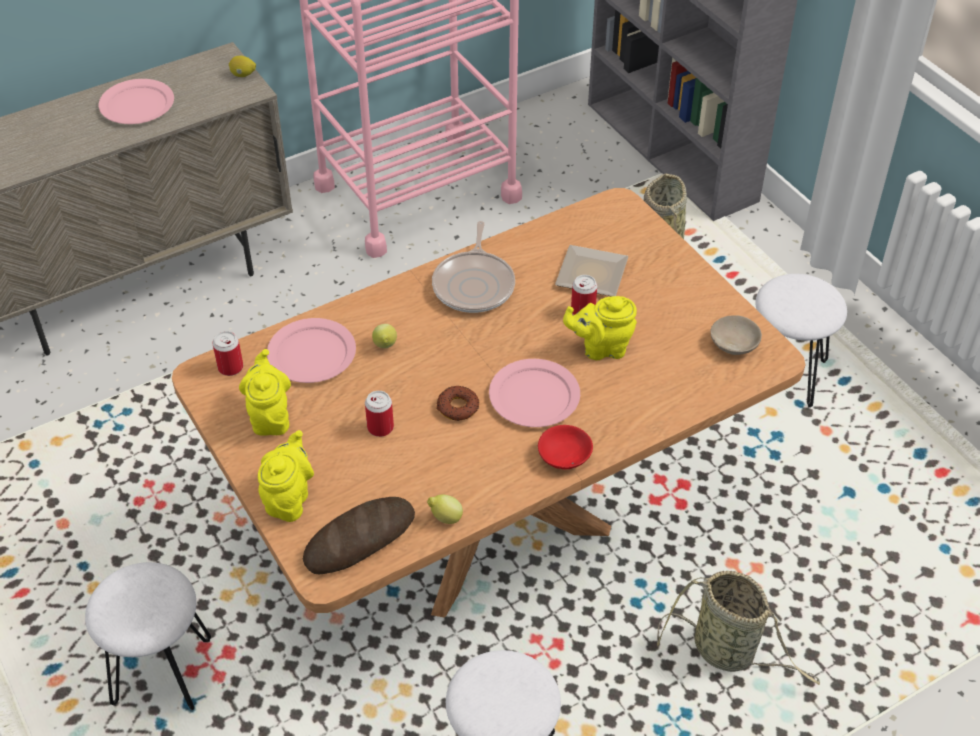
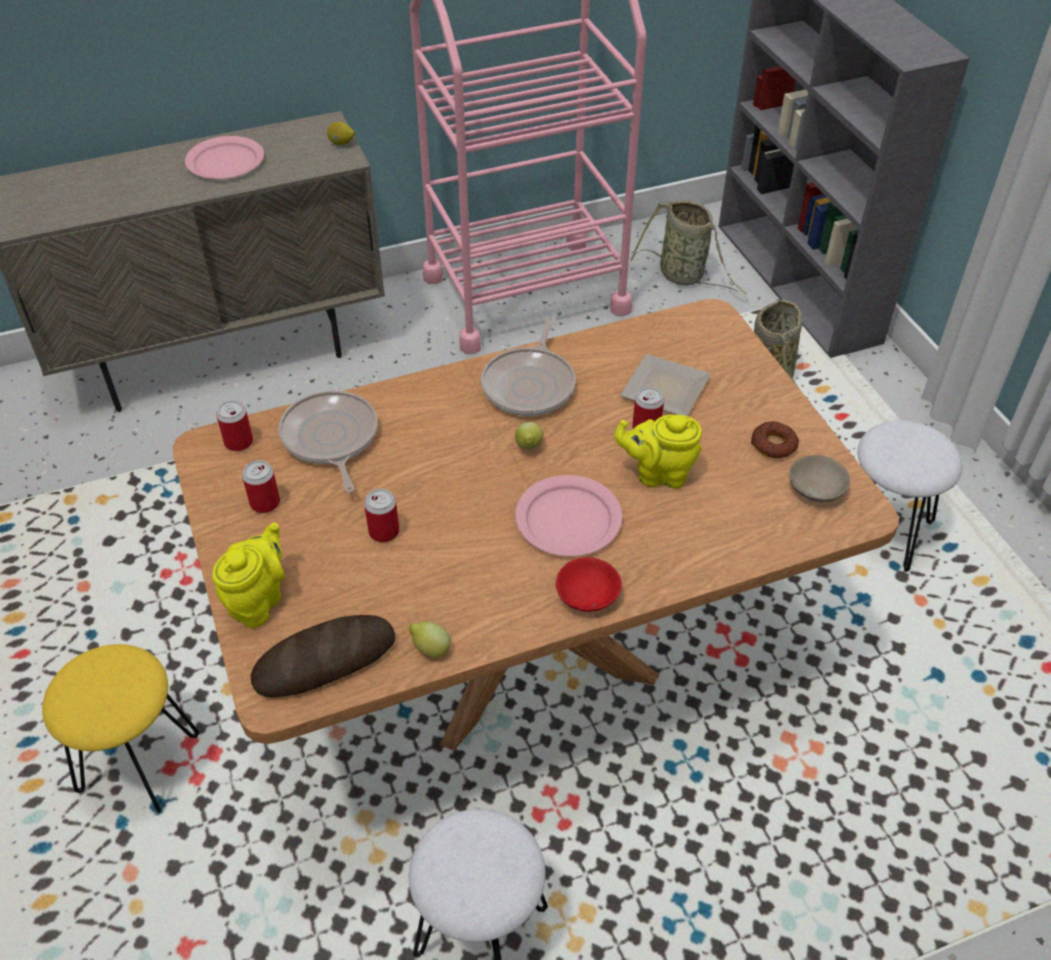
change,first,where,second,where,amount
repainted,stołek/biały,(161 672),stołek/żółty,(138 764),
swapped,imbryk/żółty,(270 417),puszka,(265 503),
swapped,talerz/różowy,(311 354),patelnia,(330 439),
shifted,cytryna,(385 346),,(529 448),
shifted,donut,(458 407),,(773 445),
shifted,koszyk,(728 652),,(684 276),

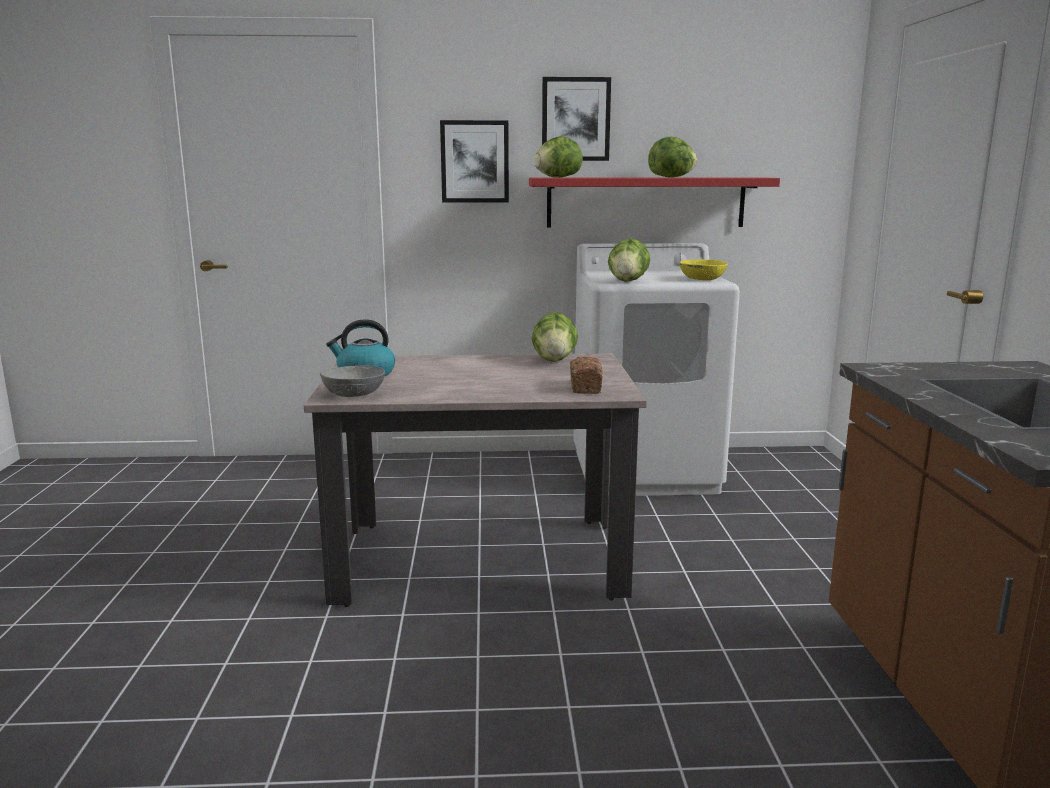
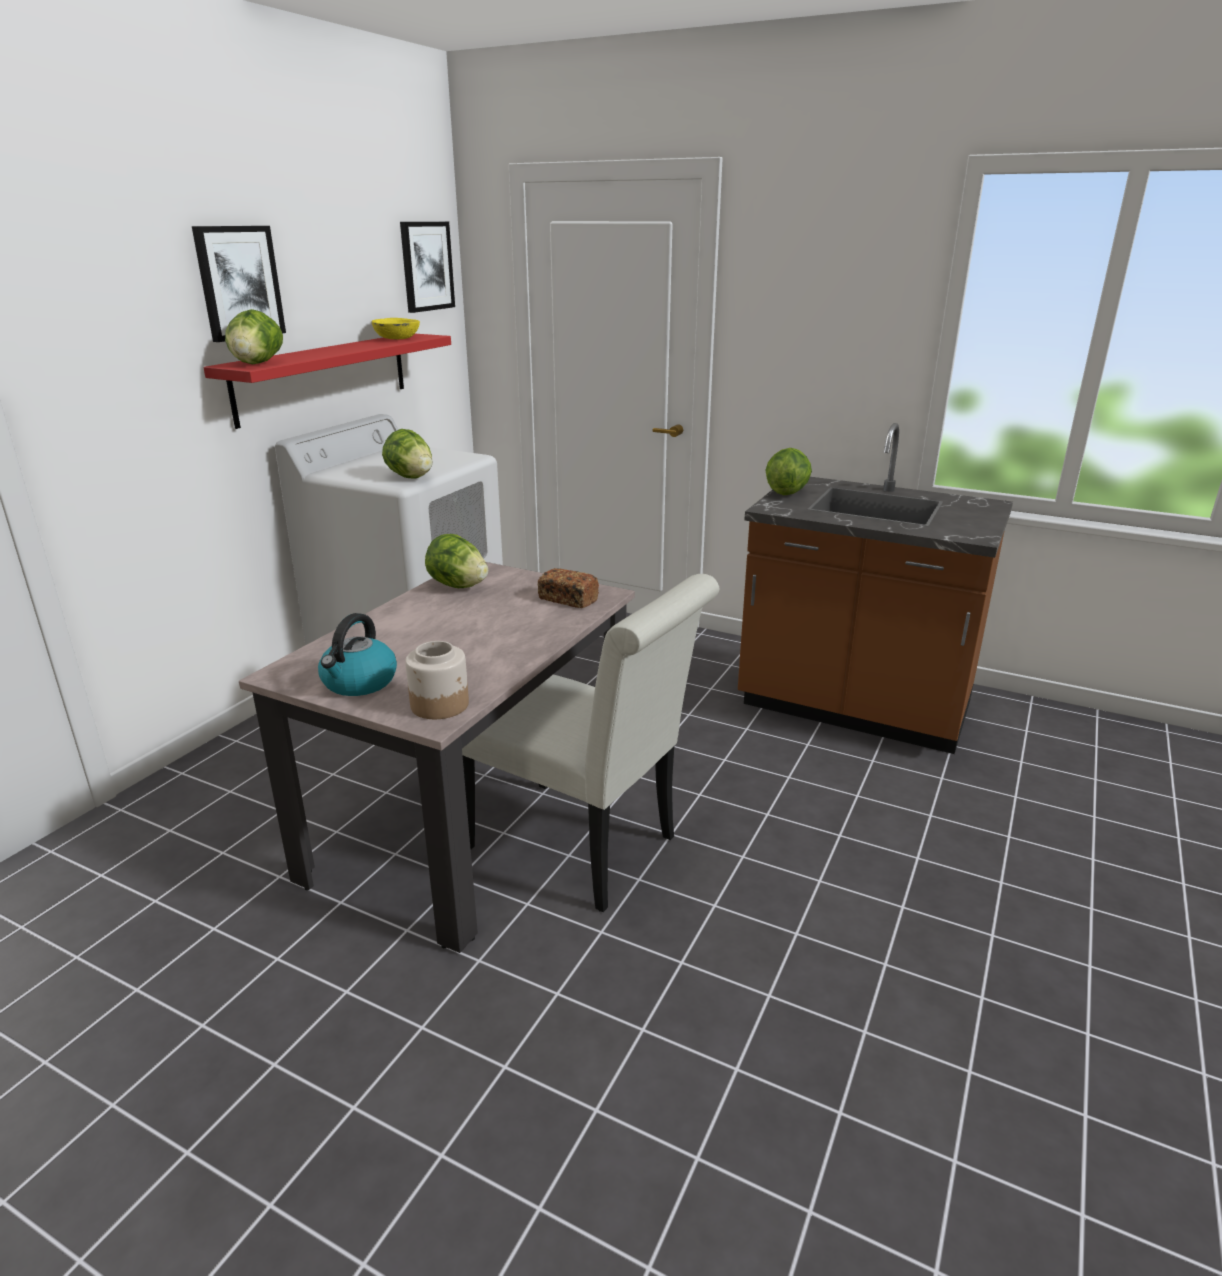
change,first,where,second,where,amount
swapped,miska/szary,(354 394),słoik,(440 705),
shifted,obraz,(474 161),,(426 266),
shifted,sałata,(672 177),,(786 493),
shifted,miska/żółty,(701 279),,(396 339),
new,,,krzesło/biały,(582 848),

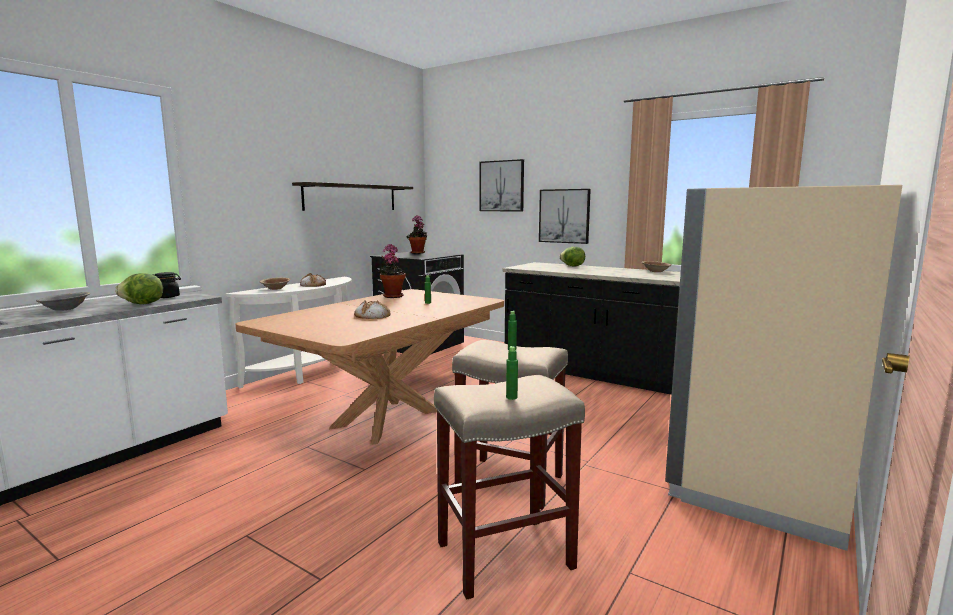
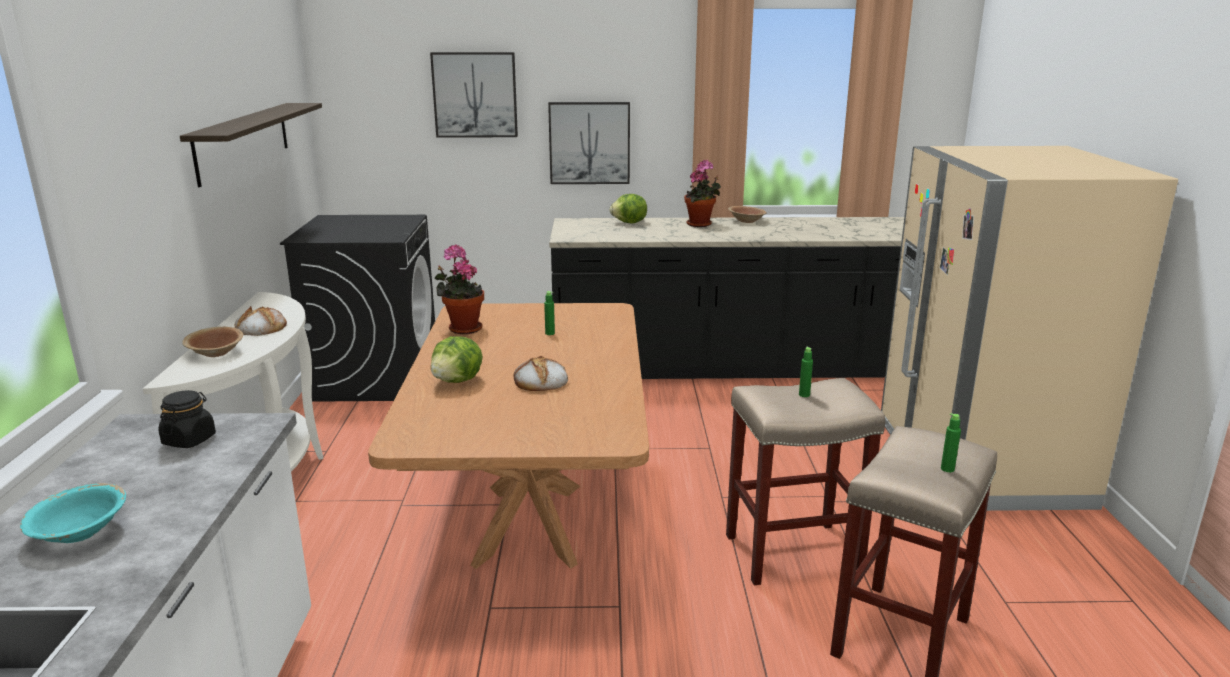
change,first,where,second,where,amount
repainted,miska/szary,(65 309),miska/turkusowy,(80 532),
shifted,sałata,(143 304),,(458 381),
shifted,roślina doniczkowa,(418 253),,(701 225),

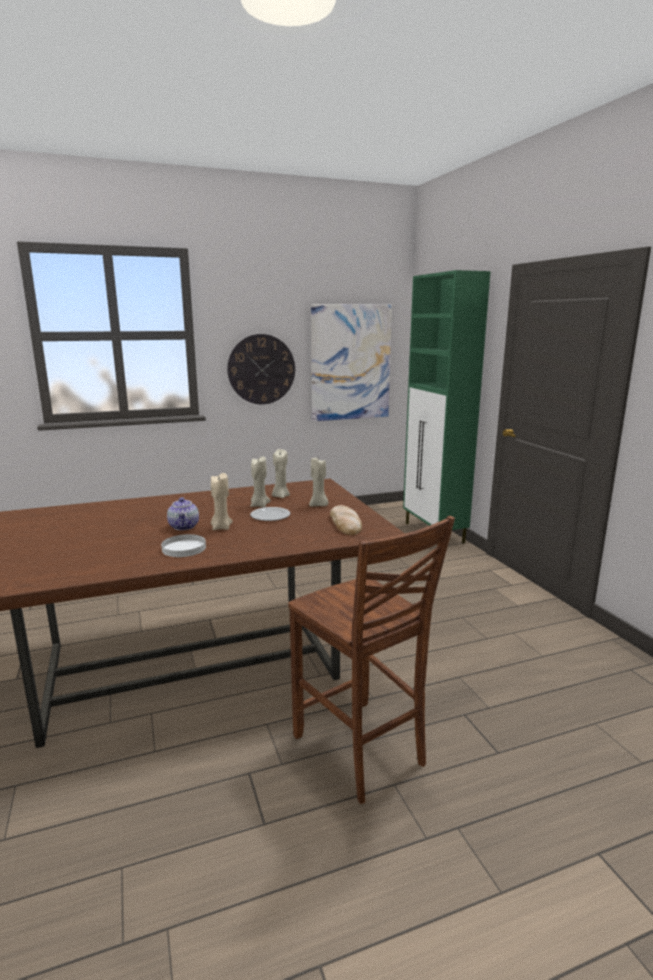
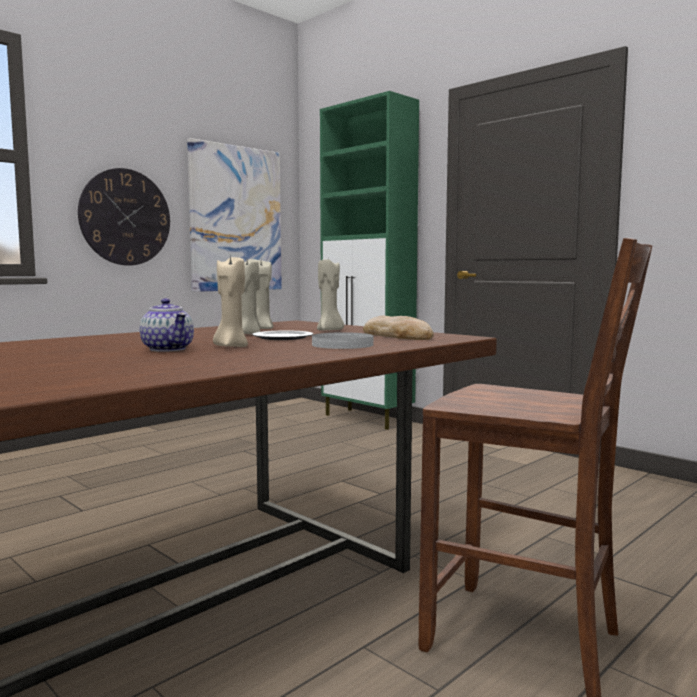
change,first,where,second,where,amount
shifted,talerz/biały,(184 548),,(343 345),

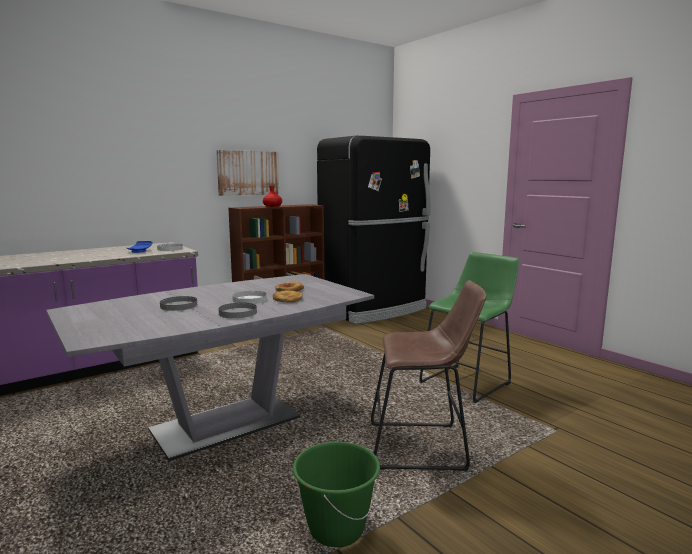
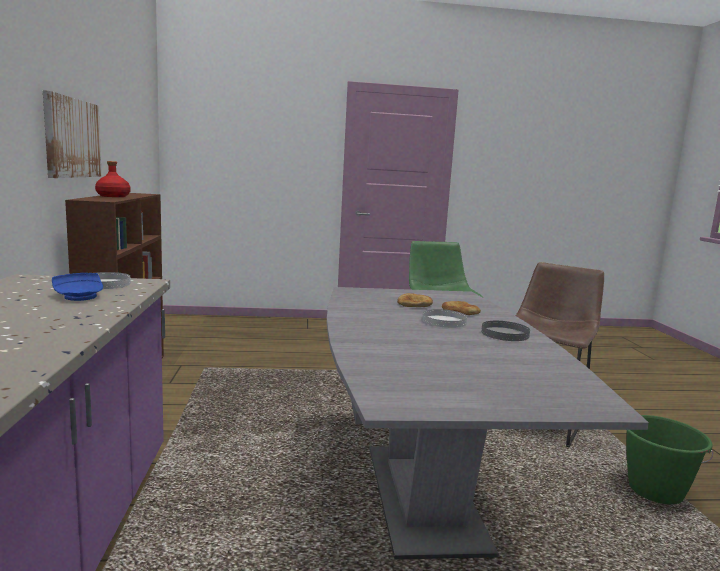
change,first,where,second,where,amount
gone,talerz/szary,(179 305),,,
gone,lodówka/czarny,(374 309),,,

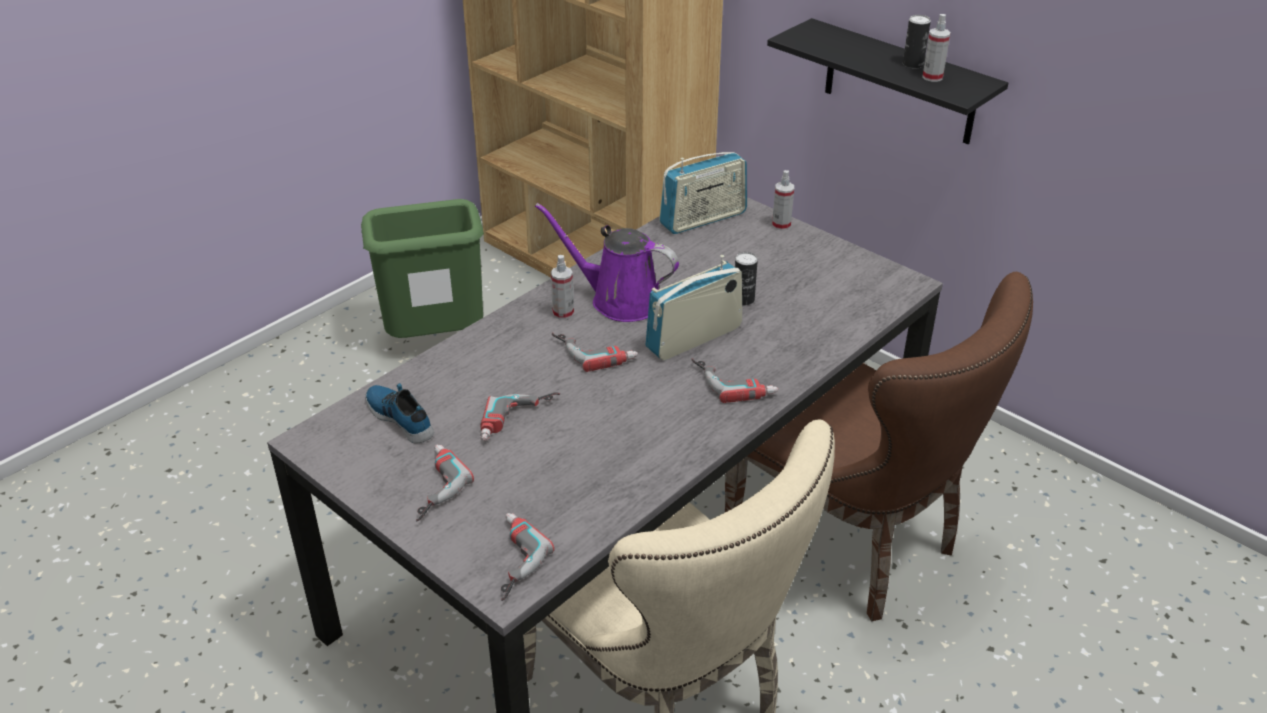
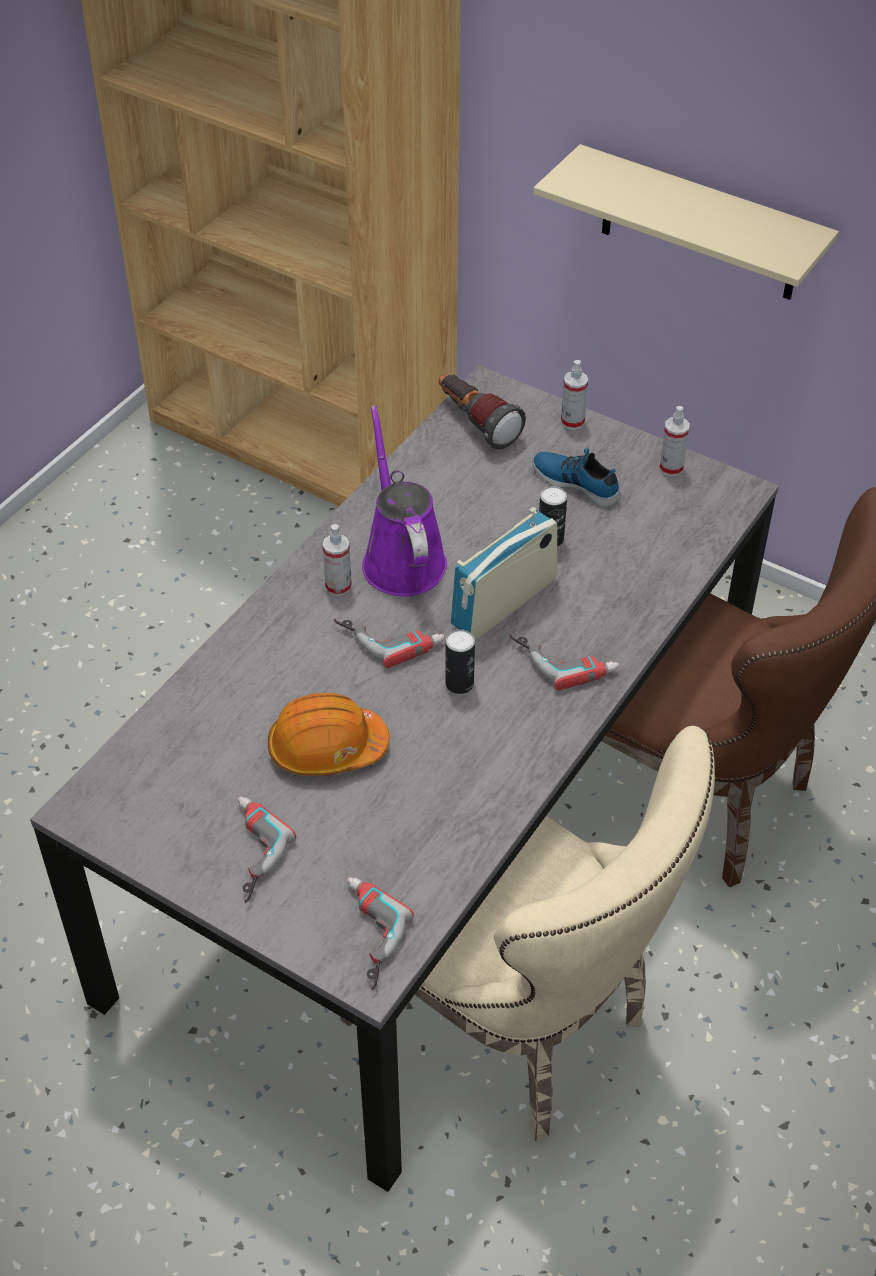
change,first,where,second,where,amount
gone,kosz na śmieci/zielony,(436 341),,,
shifted,but,(401 417),,(577 482),
swapped,wiertarka,(520 421),kask/pomarańczowy,(327 748),
rotated,konewka/fioletowy,(619 300),,(401 558),60 degrees clockwise
swapped,radio,(703 219),latarka,(475 423),
repainted,półka/czarny,(900 83),półka/beżowy,(700 225),
shifted,puszka,(913 64),,(459 683),
shifted,spryskiwacz,(932 77),,(671 468),

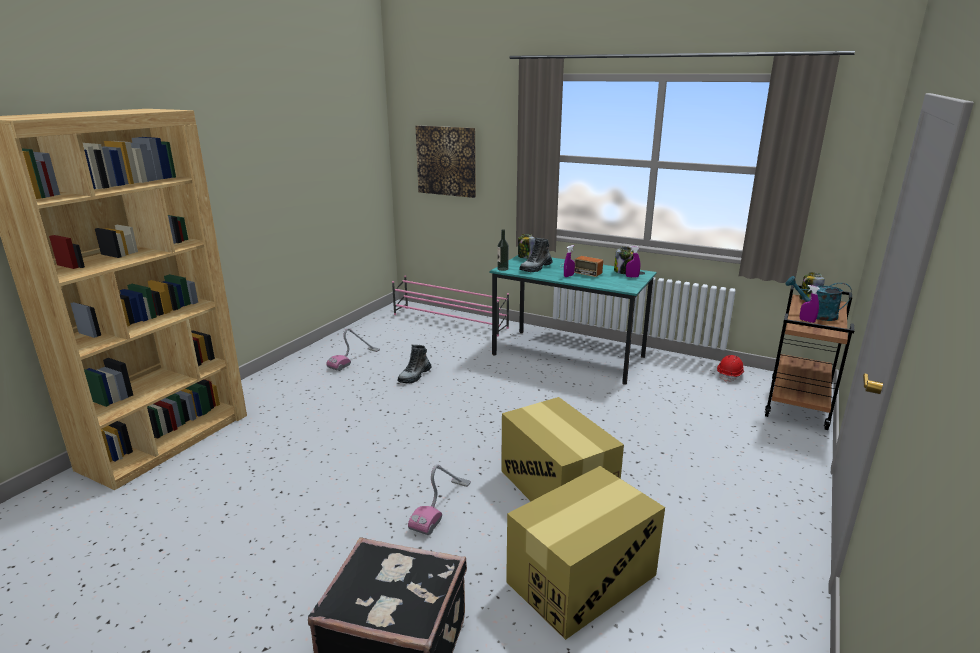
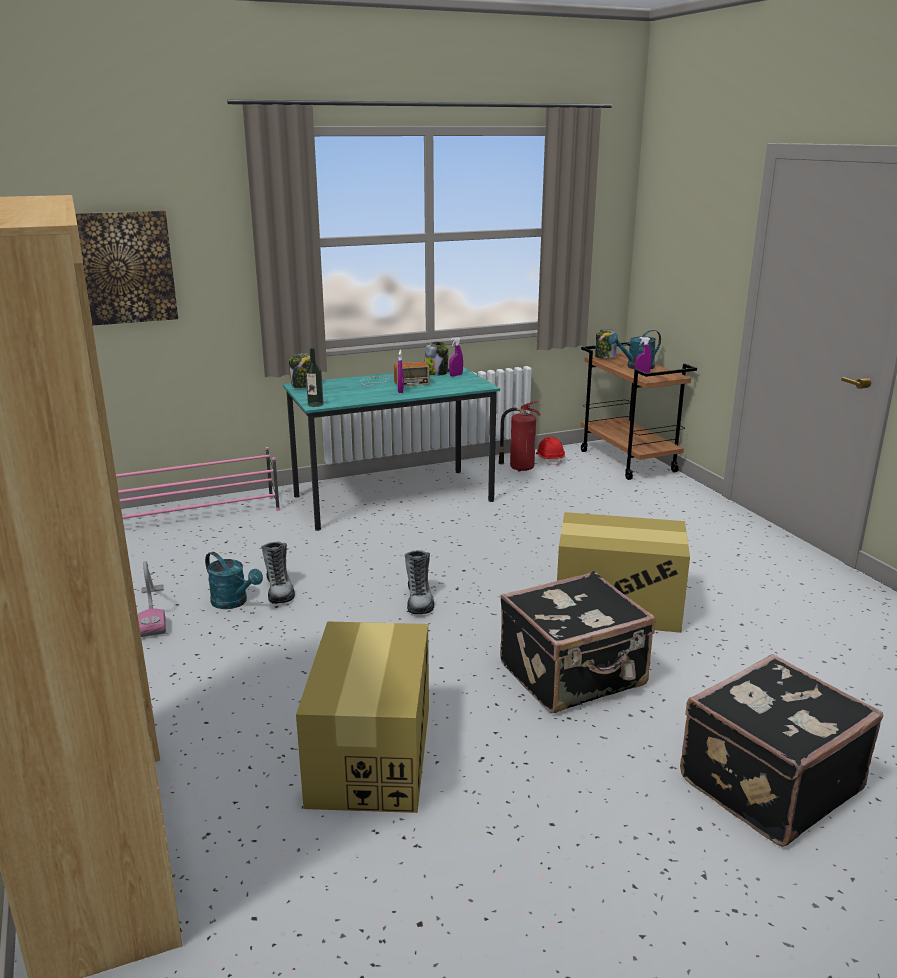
change,first,where,second,where,amount
swapped,odkurzacz,(441 506),walizka/czarny,(574 676),
shifted,karton,(581 579),,(371 755),
shifted,but z cholewką,(536 268),,(419 600),
new,,,konewka/turkusowy,(234 602),
new,,,gaśnica,(520 468),

